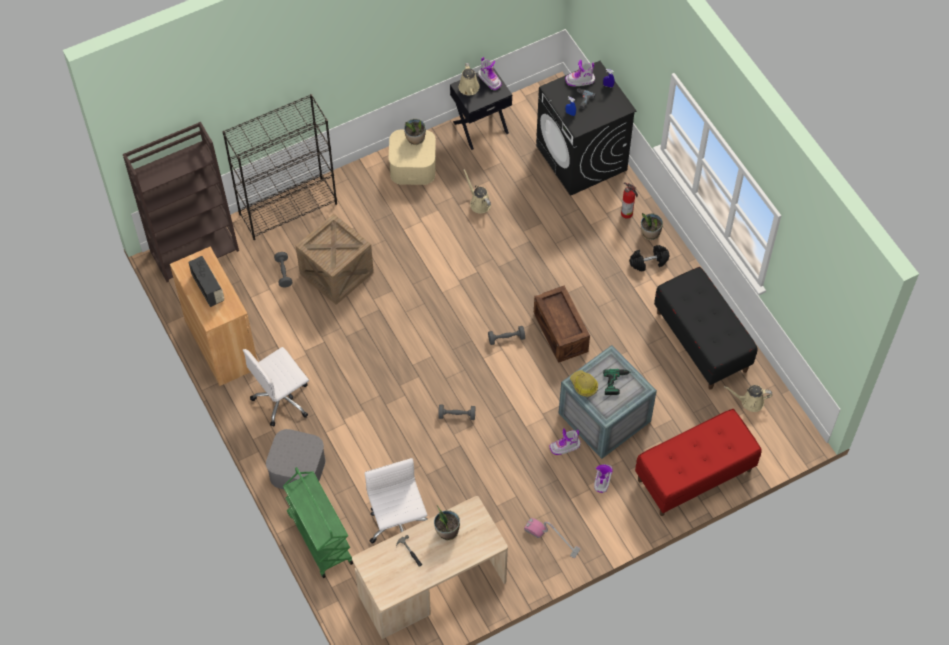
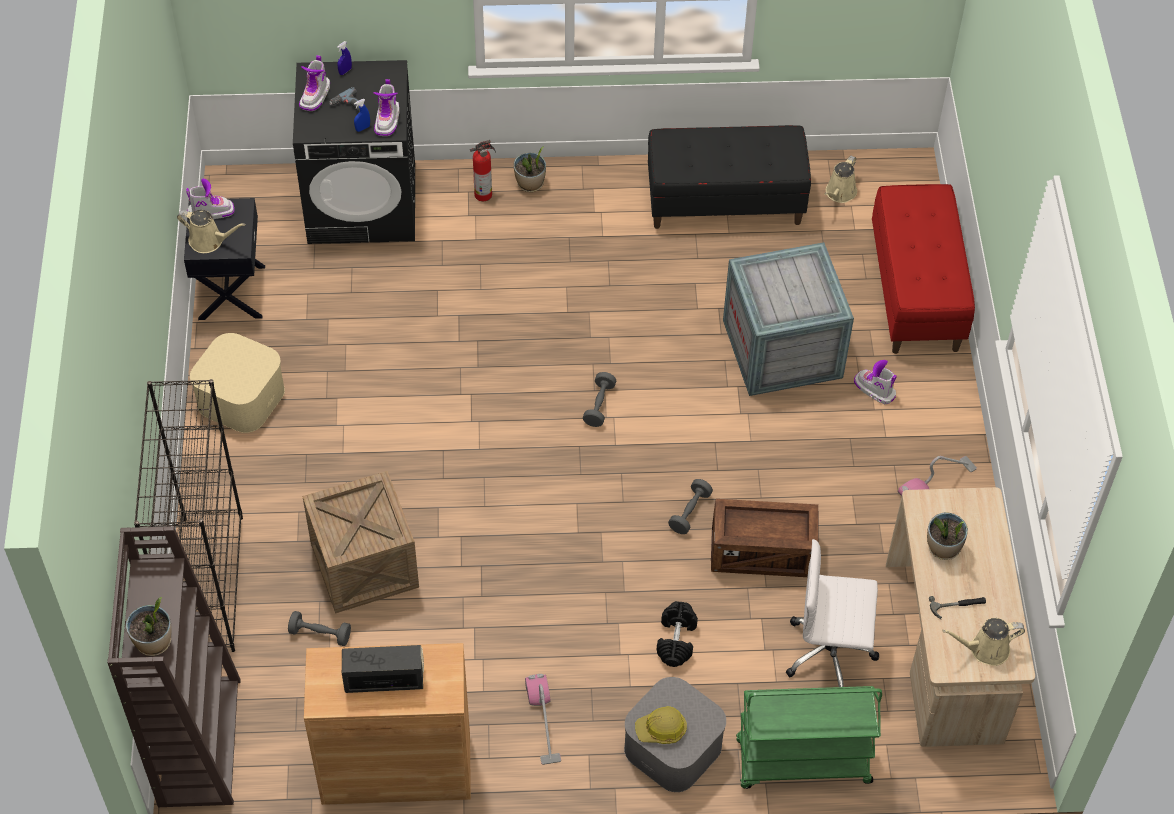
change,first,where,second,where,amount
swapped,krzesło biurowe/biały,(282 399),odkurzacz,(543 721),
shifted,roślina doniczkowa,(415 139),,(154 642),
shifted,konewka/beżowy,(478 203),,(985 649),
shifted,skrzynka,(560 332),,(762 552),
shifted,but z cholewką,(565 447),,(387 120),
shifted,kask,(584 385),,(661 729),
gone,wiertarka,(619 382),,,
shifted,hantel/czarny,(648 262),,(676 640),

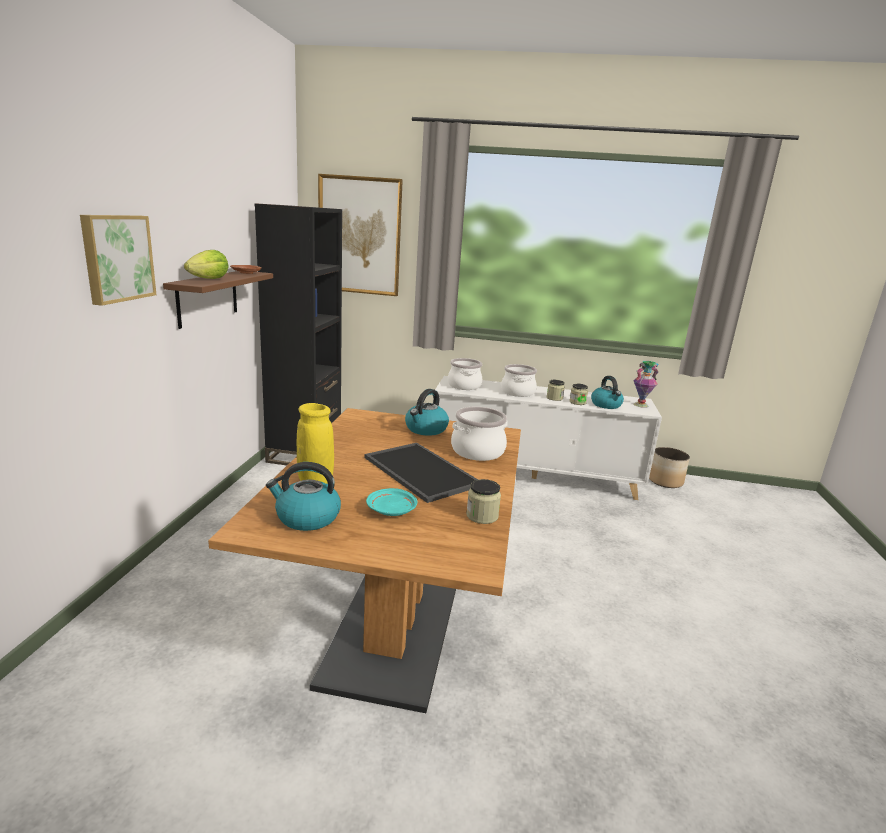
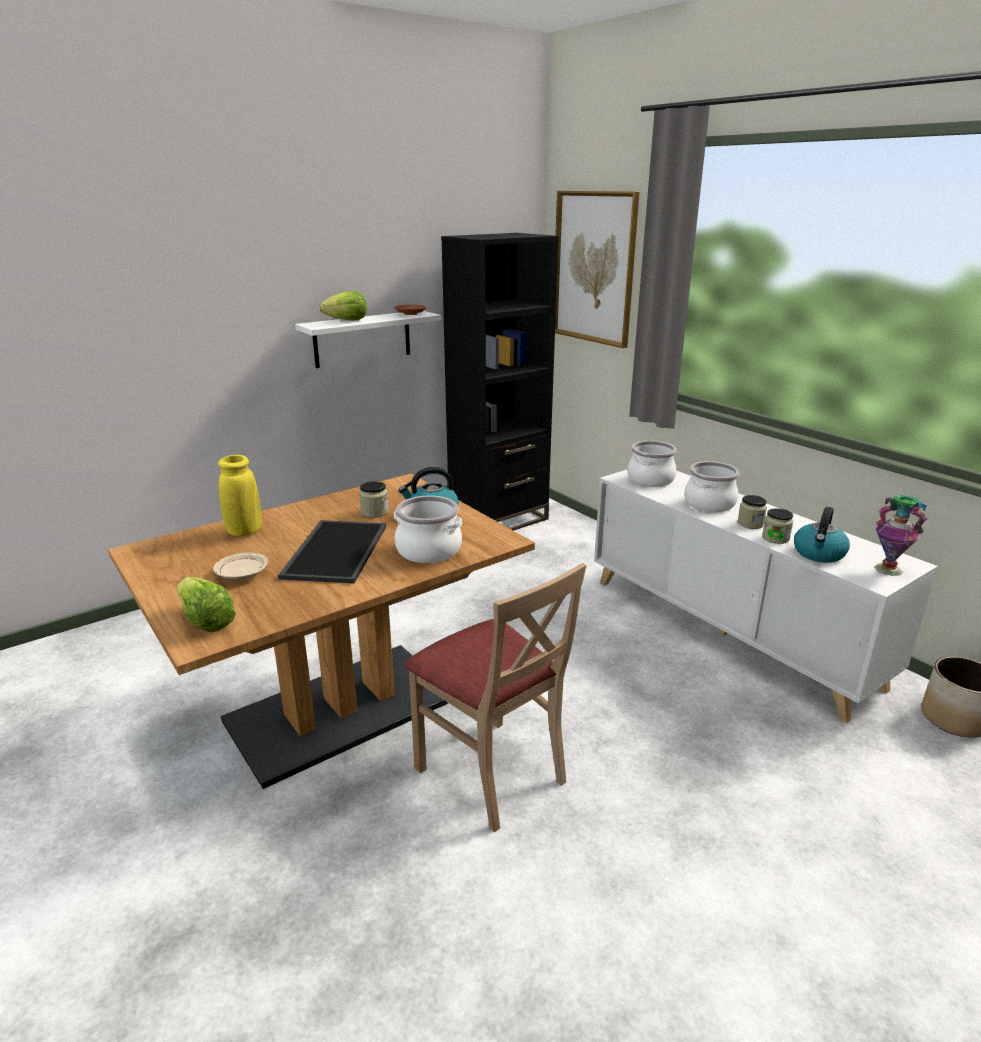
change,first,where,second,where,amount
gone,obraz,(117 258),,,
repainted,półka/brązowy,(208 298),półka/biały,(362 339),
gone,czajnik,(307 518),,,
repainted,talerz/turkusowy,(391 510),talerz/beżowy,(241 574),
shifted,słoik,(482 516),,(374 512),
new,,,sałata,(206 620),
new,,,krzesło/beżowy,(491 772),

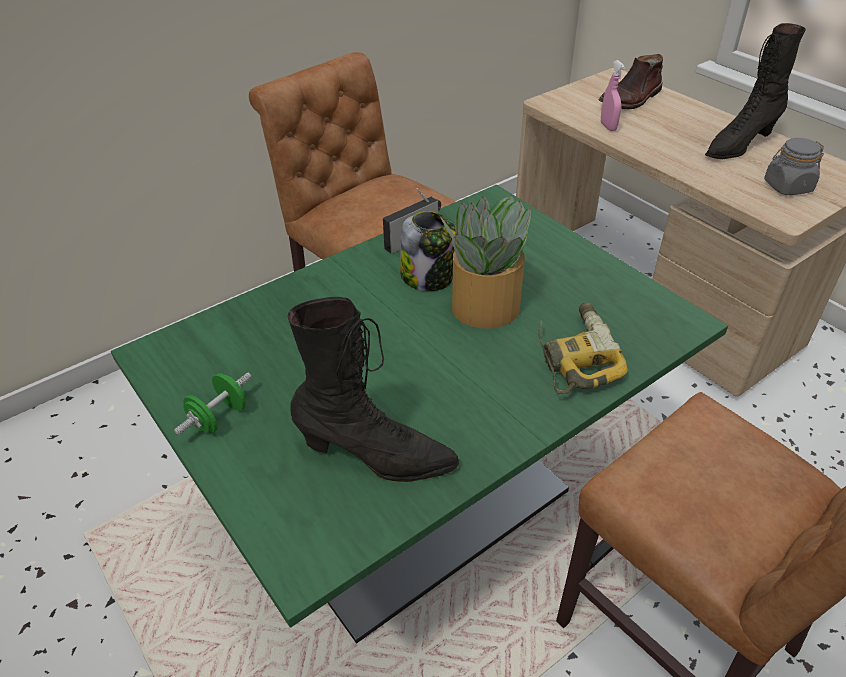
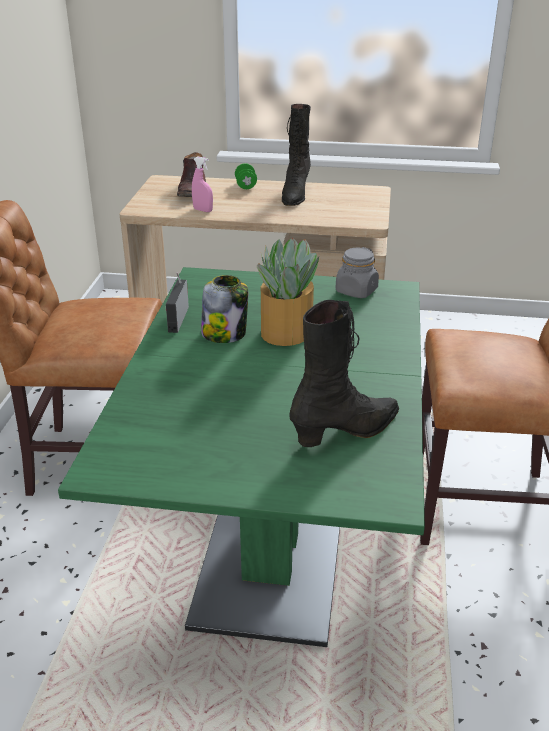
change,first,where,second,where,amount
shifted,hantel/zielony,(219 417),,(246 186),
gone,wiertarka,(574 356),,,
shifted,słoik/szary,(787 187),,(356 291),

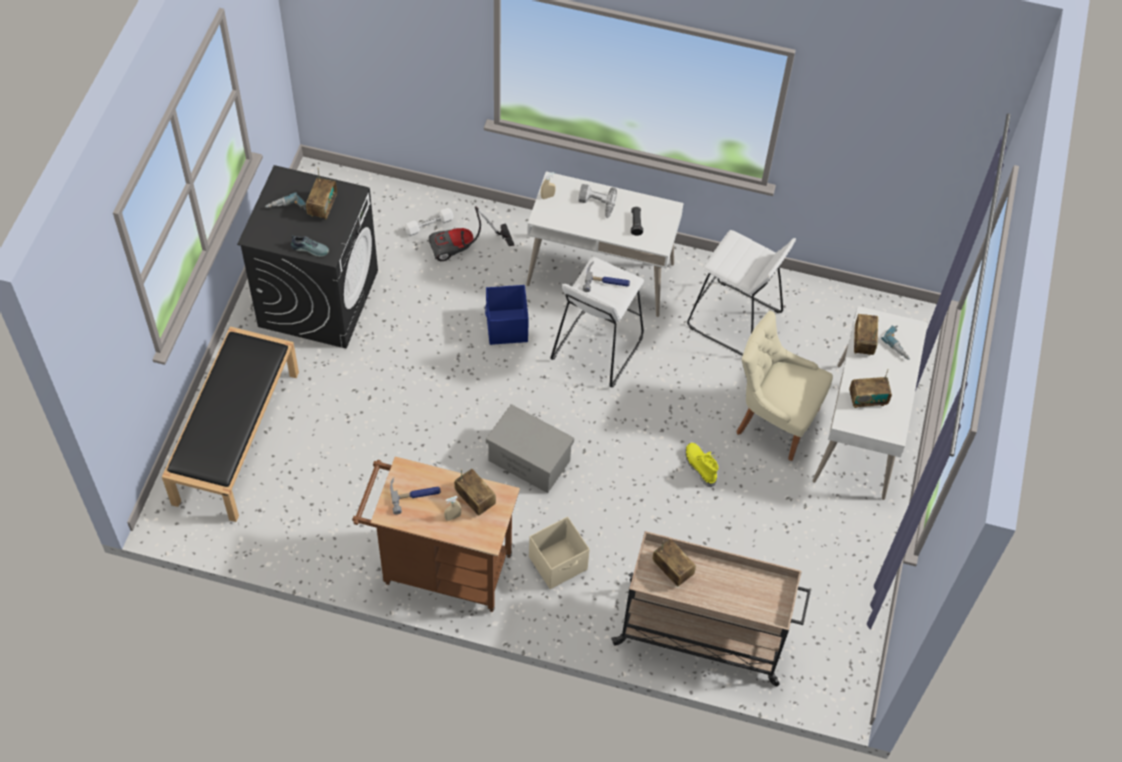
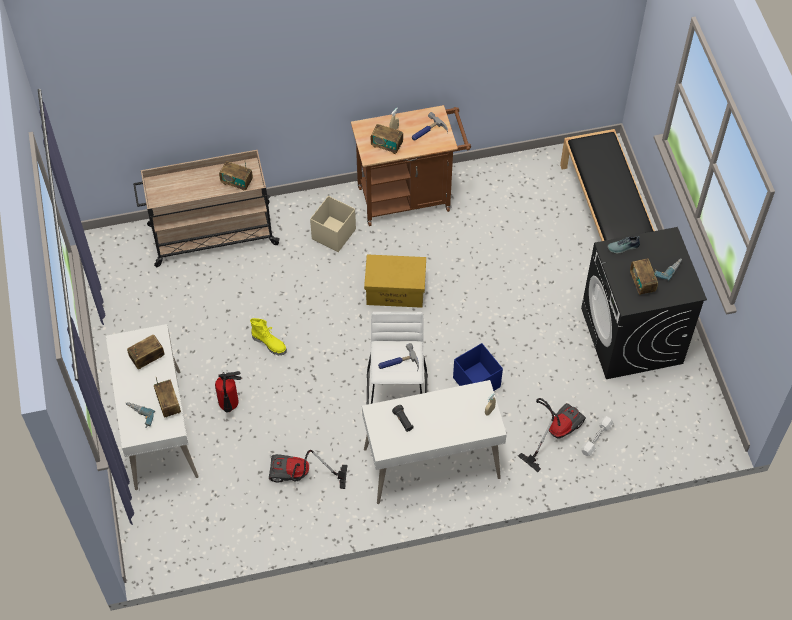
change,first,where,second,where,amount
repainted,pojemnik do przechowywania/szary,(528 460),pojemnik do przechowywania/żółty,(396 291),
gone,wiertarka,(596 204),,,
swapped,stołek/biały,(734 321),odkurzacz,(300 476),
swapped,krzesło/beżowy,(774 420),gaśnica,(230 406),

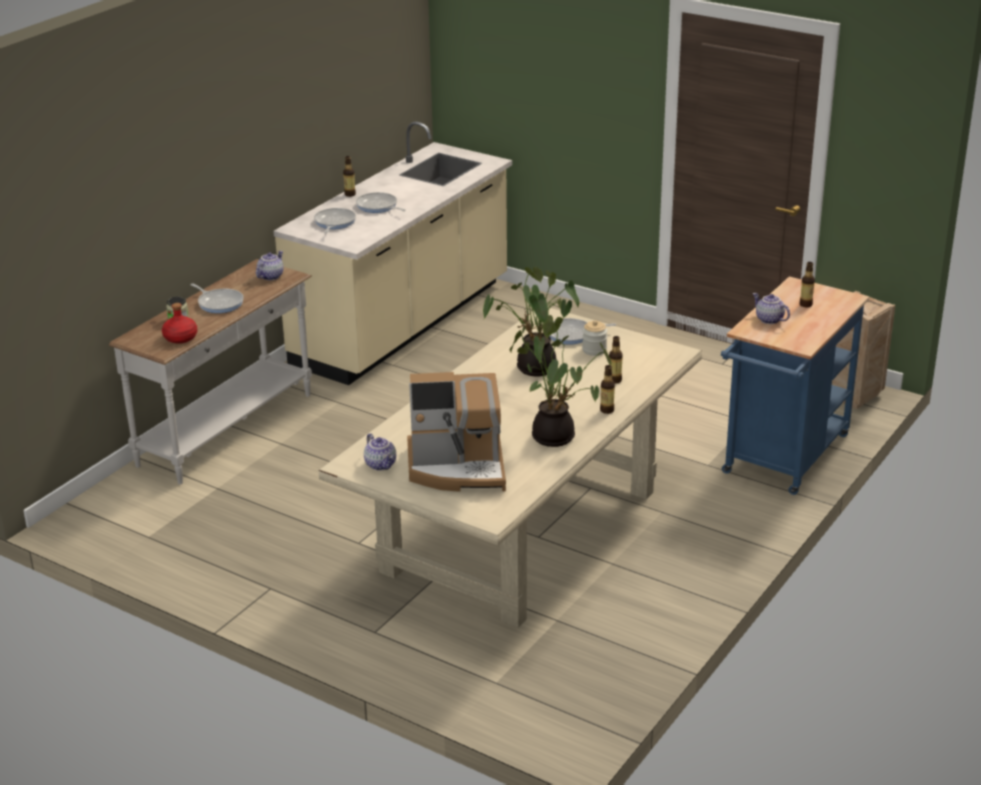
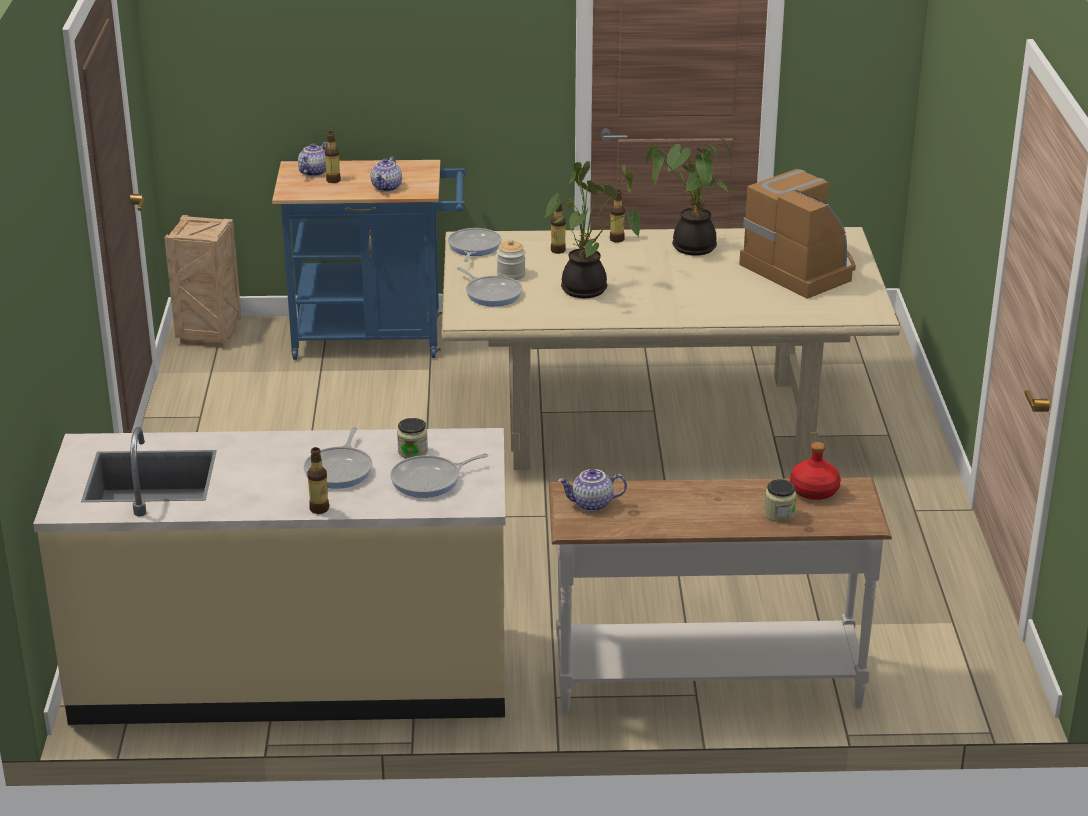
change,first,where,second,where,amount
shifted,patelnia,(219 303),,(473 247),
shifted,imbryk,(381 465),,(313 172),
new,,,słoik,(413 451),

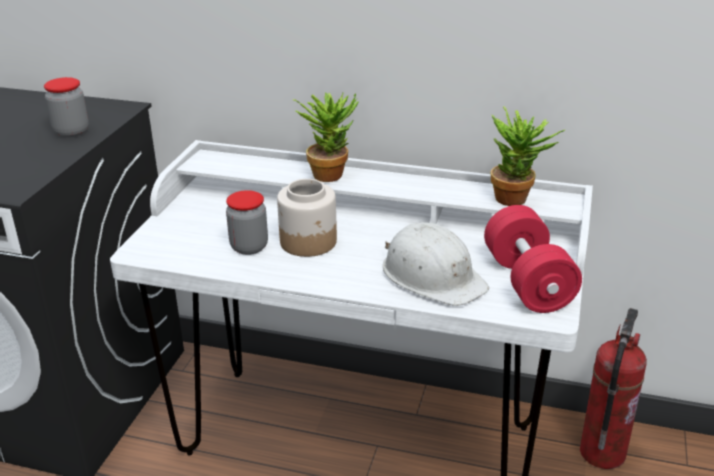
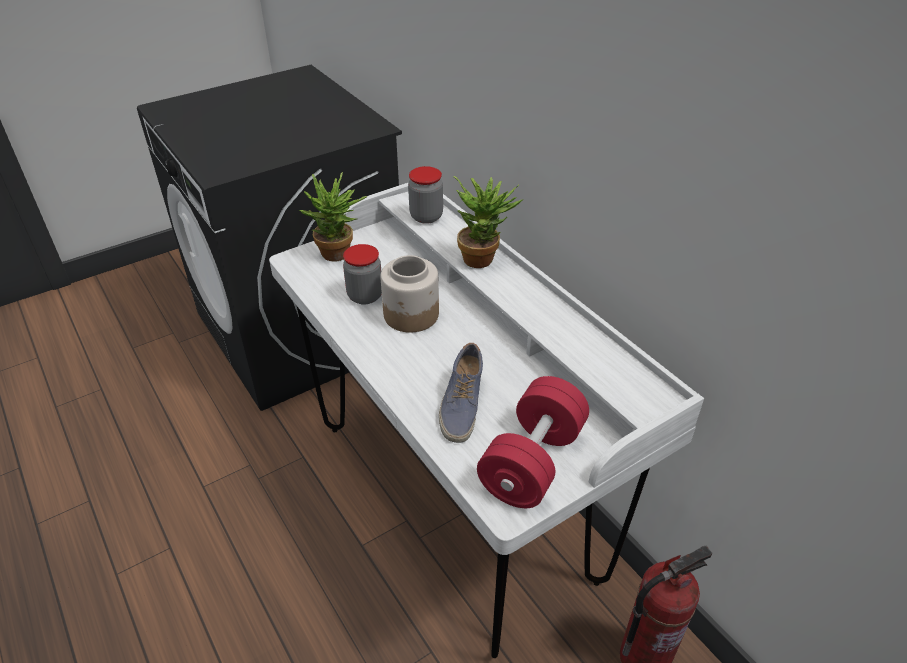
change,first,where,second,where,amount
shifted,słoik,(71 132),,(426 216),
swapped,kask/biały,(432 276),but,(461 404),
shifted,roślina doniczkowa,(517 199),,(339 256),

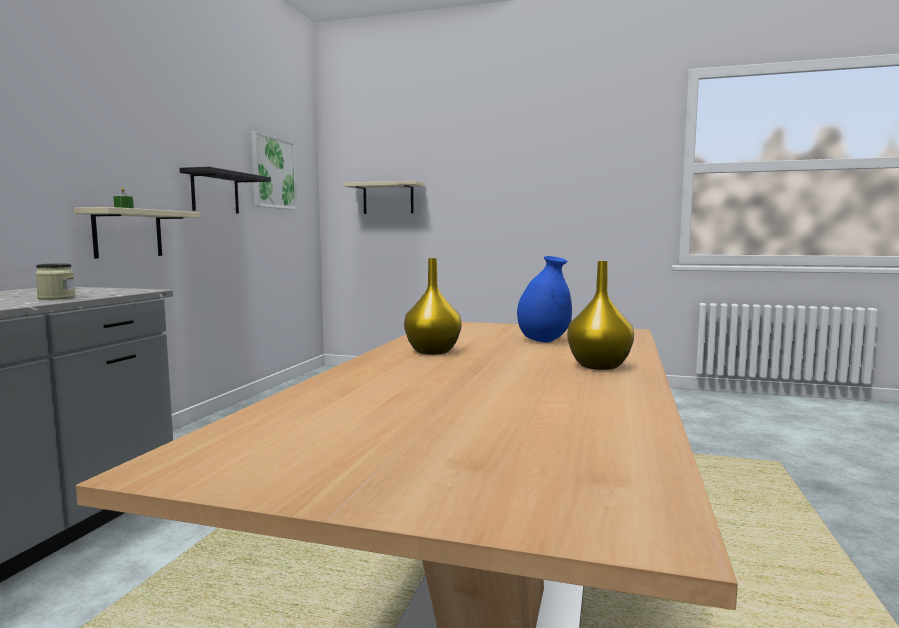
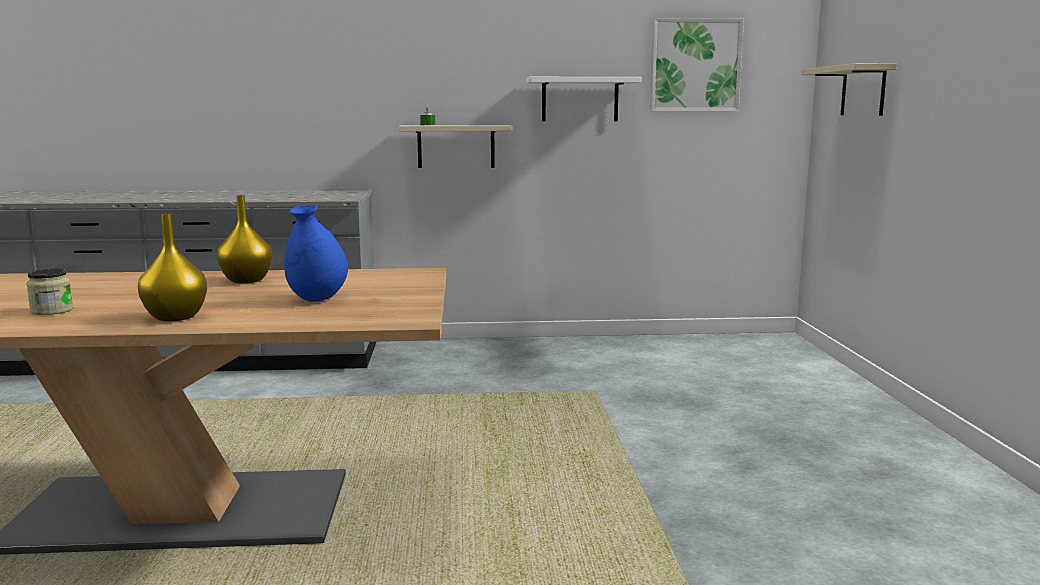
change,first,where,second,where,amount
shifted,słoik,(56 298),,(52 311),
repainted,półka/czarny,(215 192),półka/biały,(580 99),

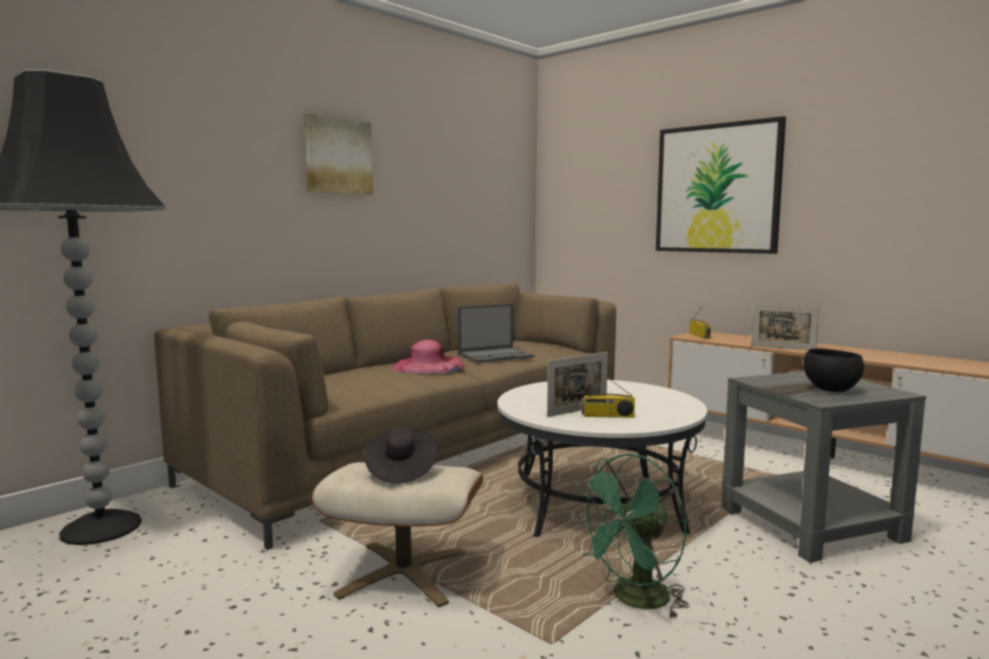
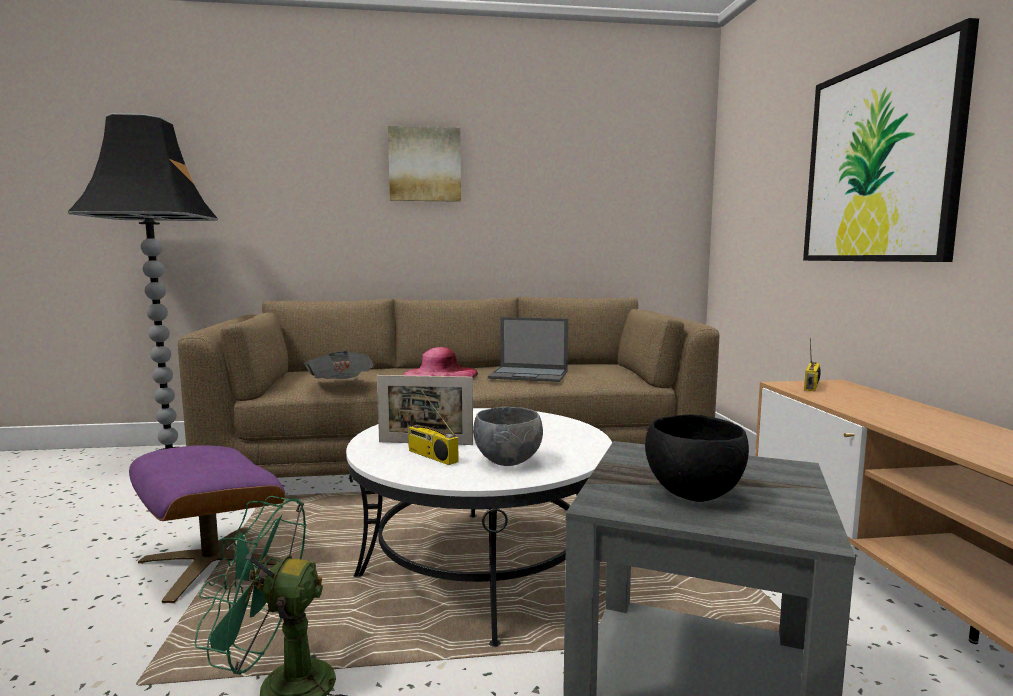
change,first,where,second,where,amount
repainted,pufa/beżowy,(403 573),pufa/fioletowy,(210 562),
gone,kapelusz/czarny,(401 471),,,
gone,ramka na zdjęcie,(783 348),,,
new,,,gazeta,(341 385),
new,,,miska/szary,(508 461),

